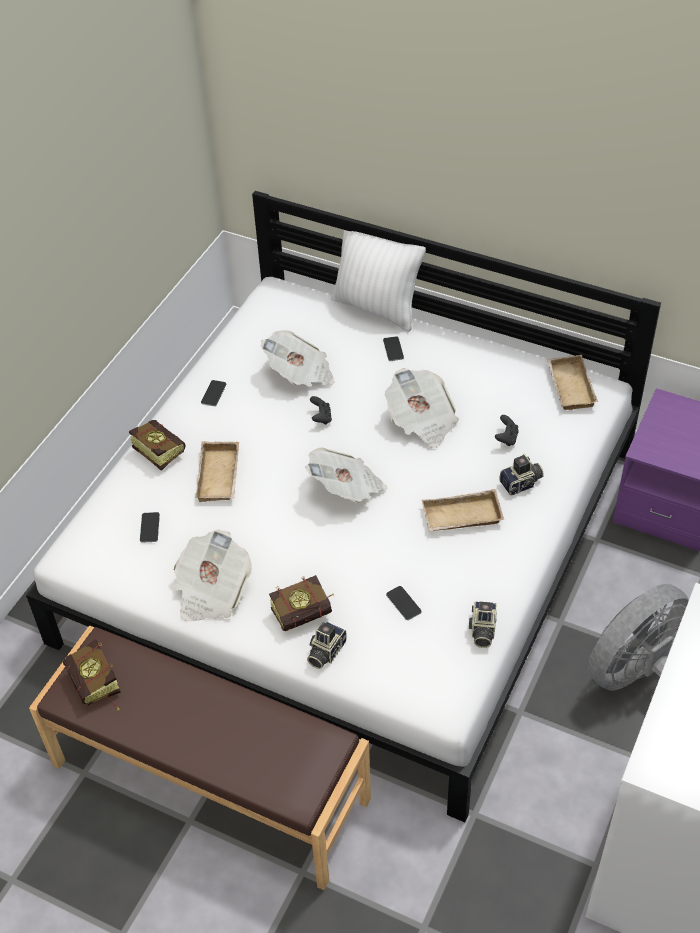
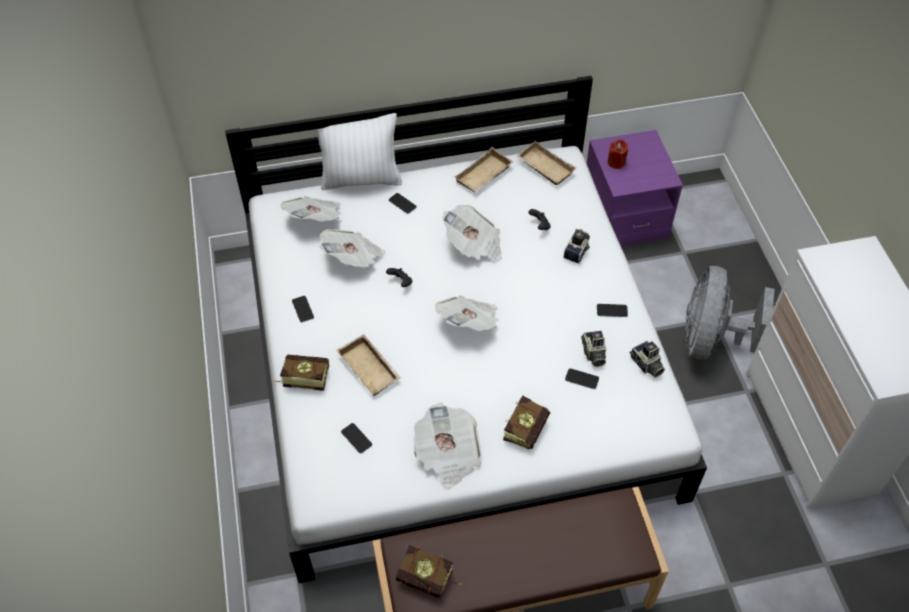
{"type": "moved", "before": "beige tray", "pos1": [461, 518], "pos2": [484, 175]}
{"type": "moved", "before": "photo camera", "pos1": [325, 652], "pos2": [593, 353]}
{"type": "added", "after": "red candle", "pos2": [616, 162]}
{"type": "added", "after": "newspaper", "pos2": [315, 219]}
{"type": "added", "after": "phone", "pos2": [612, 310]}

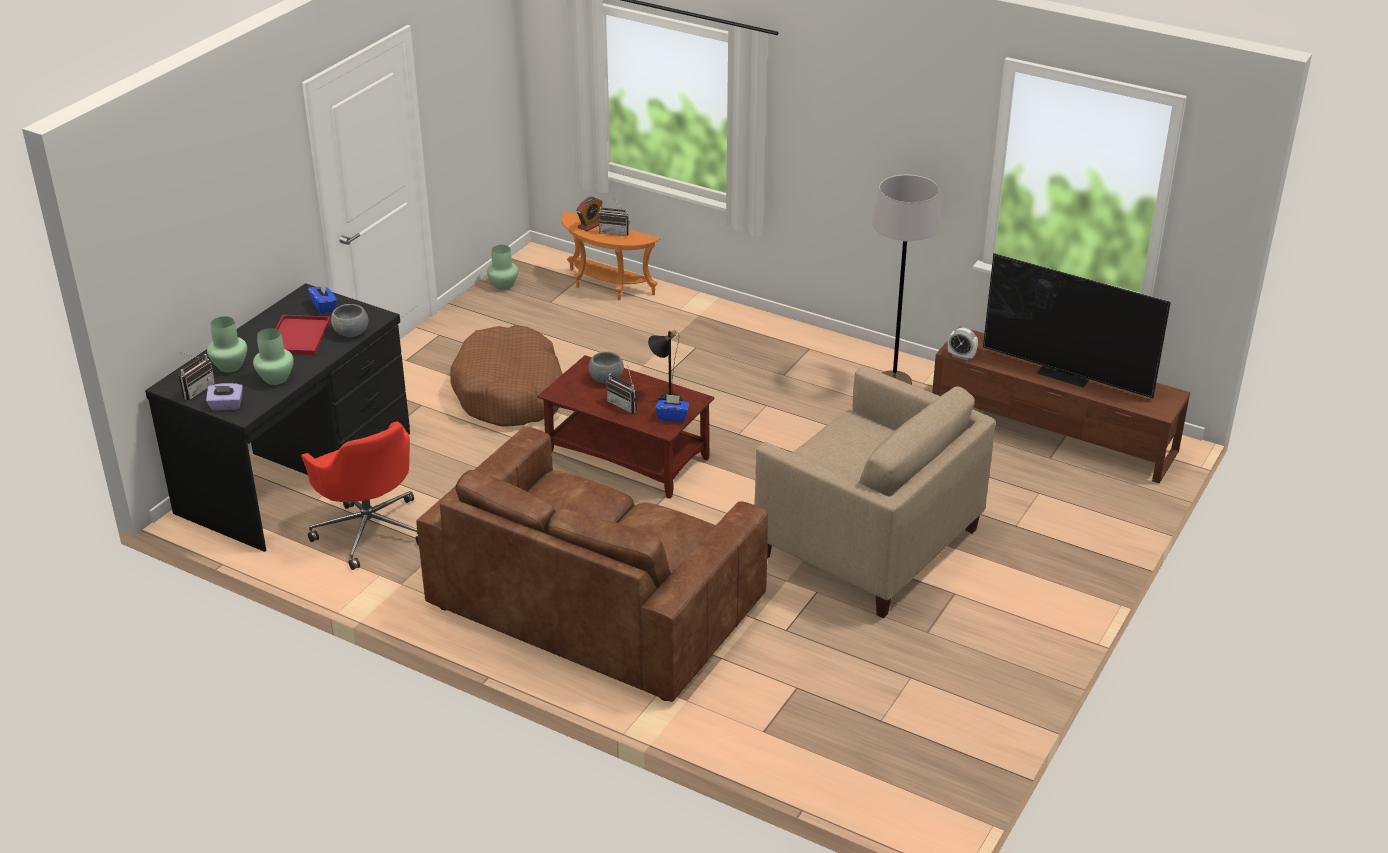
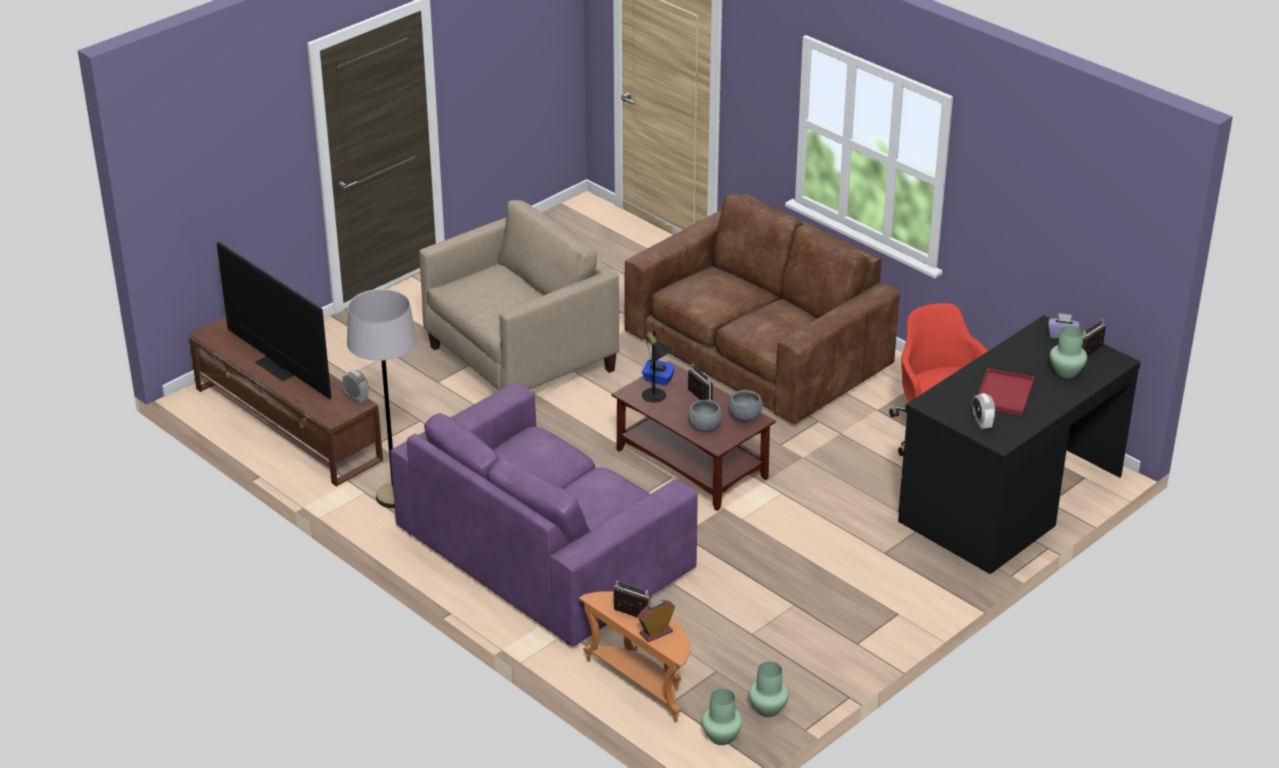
{"type": "replaced", "before": "blue tissue box", "after": "alarm clock", "pos1": [324, 306], "pos2": [982, 423]}
{"type": "moved", "before": "grey bowl", "pos1": [351, 332], "pos2": [744, 417]}
{"type": "removed", "before": "brown dog bed", "pos1": [510, 393]}
{"type": "moved", "before": "green vase", "pos1": [276, 378], "pos2": [720, 737]}
{"type": "turned", "before": "beige armchair", "pos1": [867, 543], "pos2": [521, 359], "turn": 90}
{"type": "added", "after": "purple sofa", "pos2": [542, 550]}

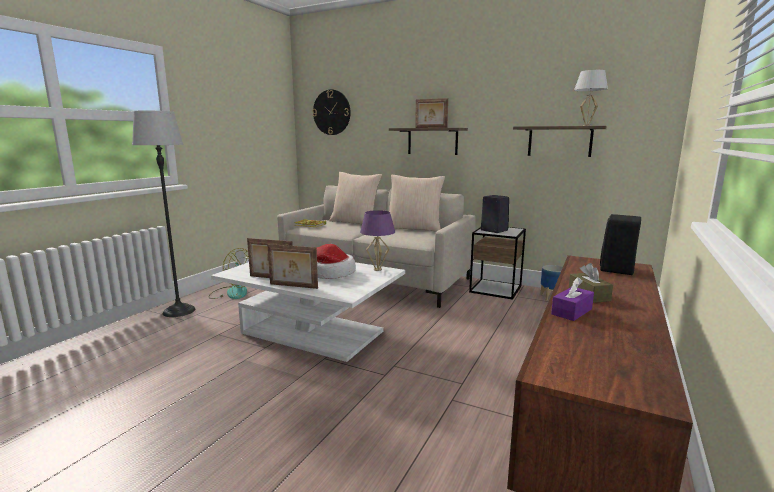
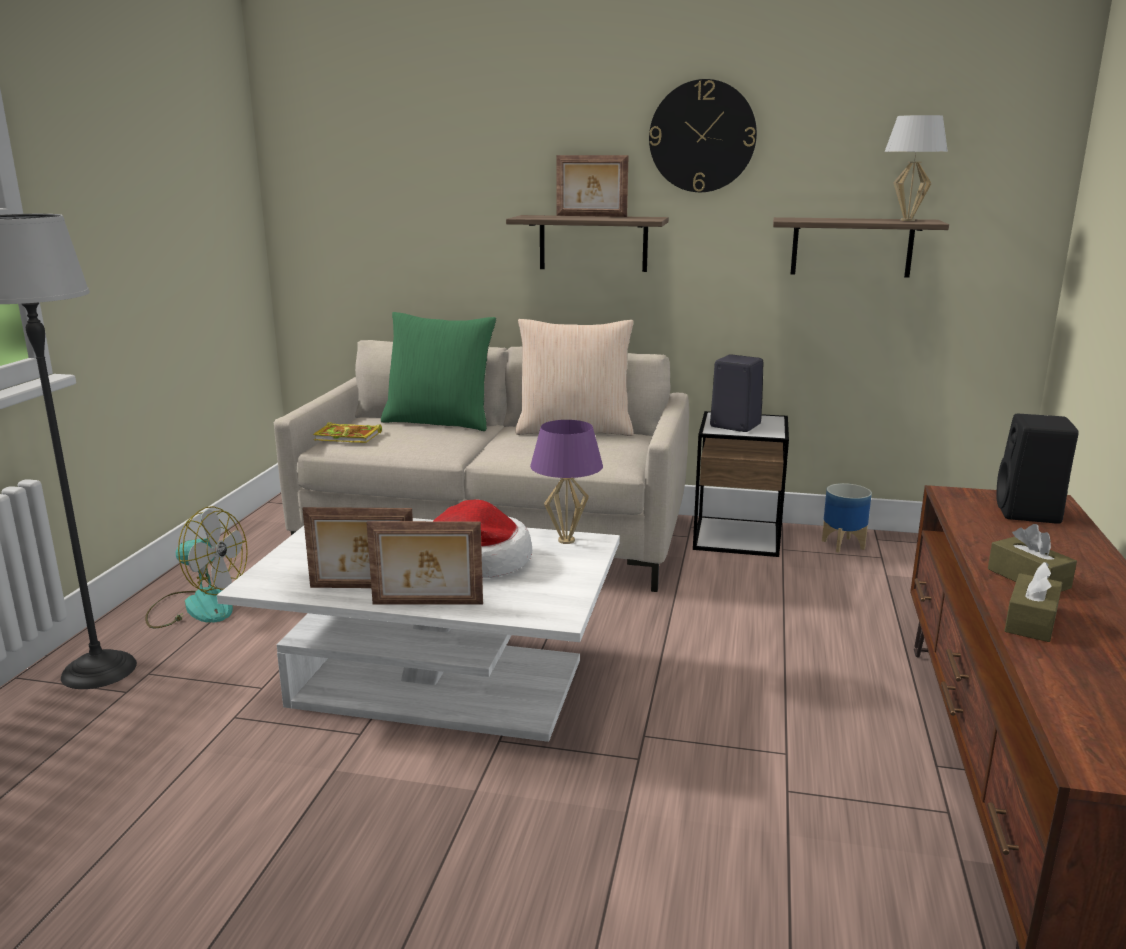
{"type": "moved", "before": "wall clock", "pos1": [332, 112], "pos2": [702, 136]}
{"type": "recoloured", "before": "beige pillow", "after": "green pillow", "pos1": [355, 222], "pos2": [440, 421]}
{"type": "recoloured", "before": "purple tissue box", "after": "brown tissue box", "pos1": [571, 311], "pos2": [1031, 621]}

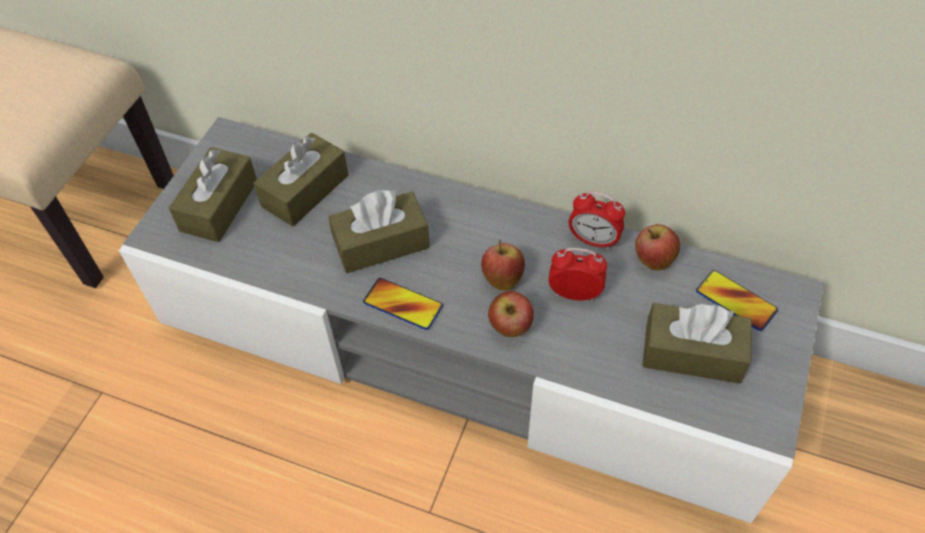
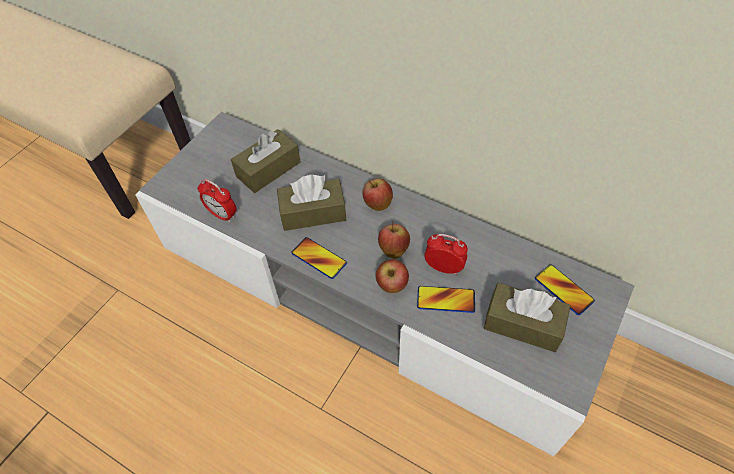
{"type": "removed", "before": "brown tissue box", "pos1": [219, 206]}
{"type": "moved", "before": "alarm clock", "pos1": [593, 240], "pos2": [222, 215]}
{"type": "moved", "before": "apple", "pos1": [653, 260], "pos2": [377, 204]}
{"type": "added", "after": "phone", "pos2": [446, 300]}

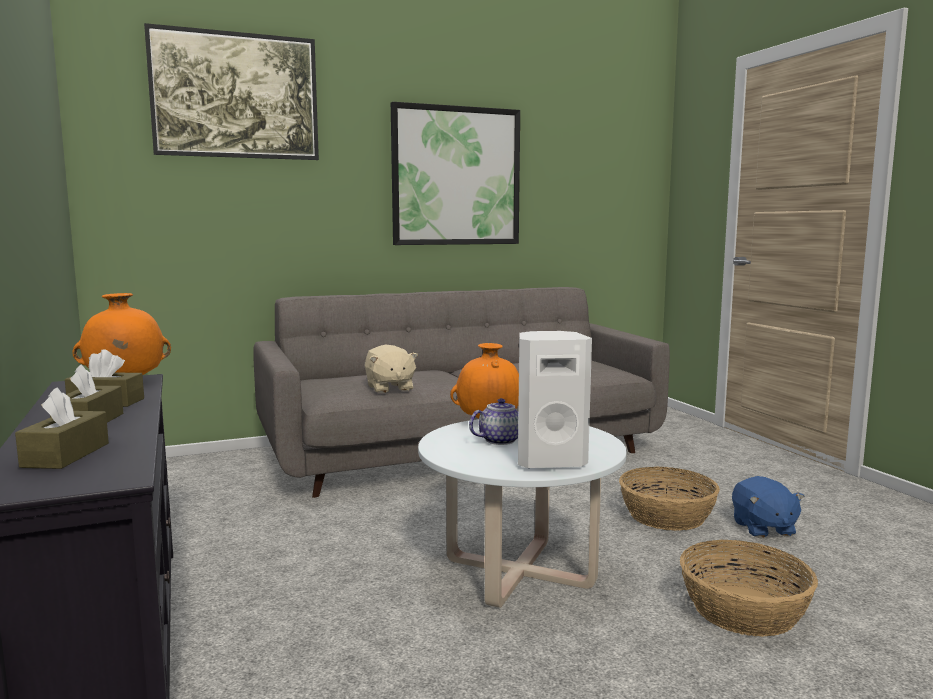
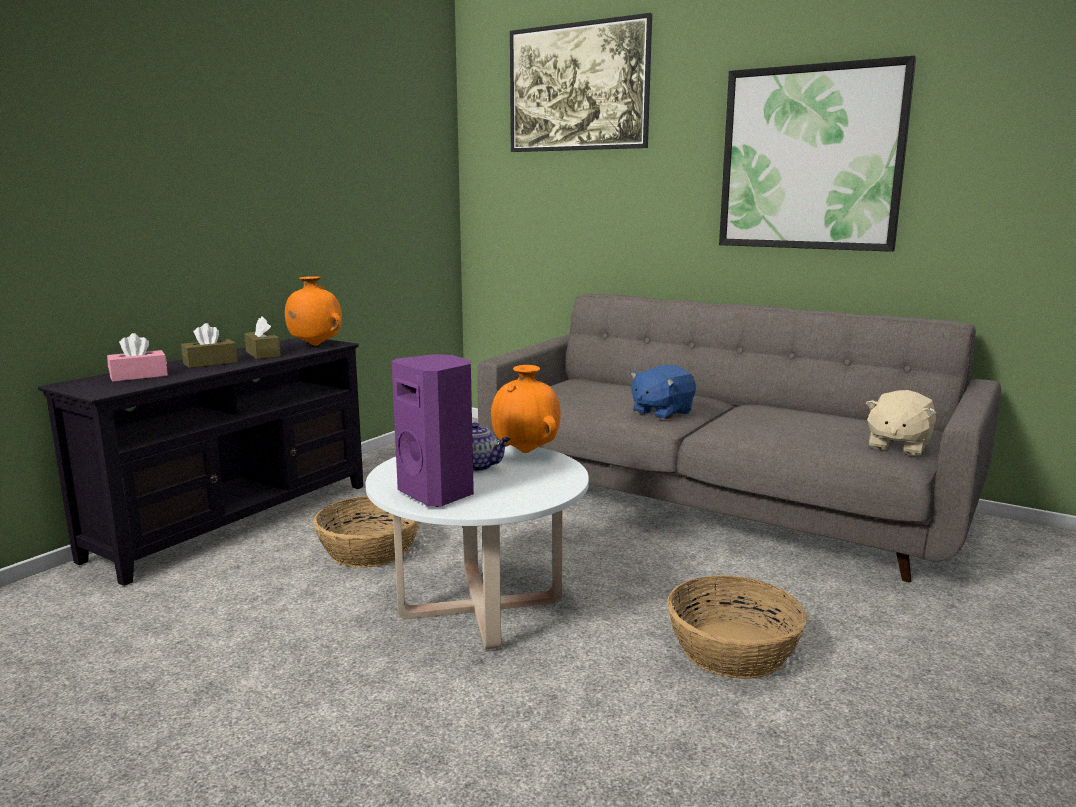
{"type": "recoloured", "before": "white speaker", "after": "purple speaker", "pos1": [549, 460], "pos2": [439, 493]}
{"type": "moved", "before": "beige plush toy", "pos1": [389, 388], "pos2": [897, 446]}
{"type": "recoloured", "before": "brown tissue box", "after": "pink tissue box", "pos1": [66, 455], "pos2": [139, 376]}
{"type": "moved", "before": "blue plush toy", "pos1": [763, 528], "pos2": [661, 412]}
{"type": "moved", "before": "basket", "pos1": [744, 610], "pos2": [369, 550]}

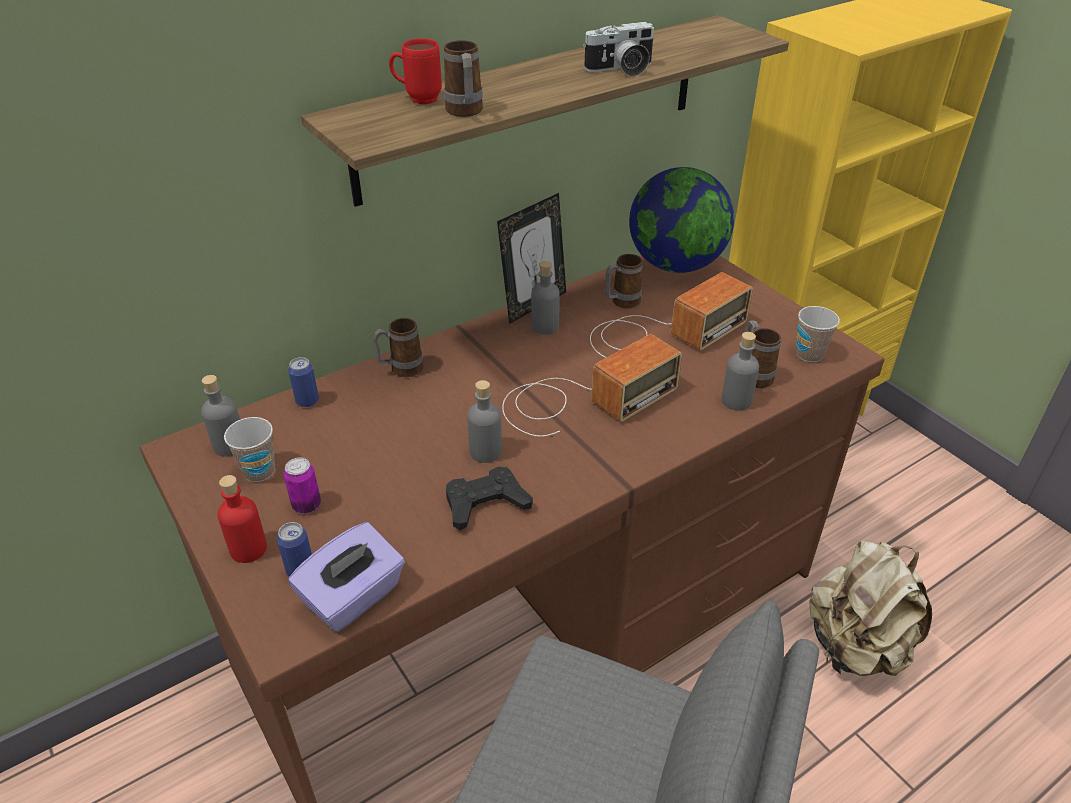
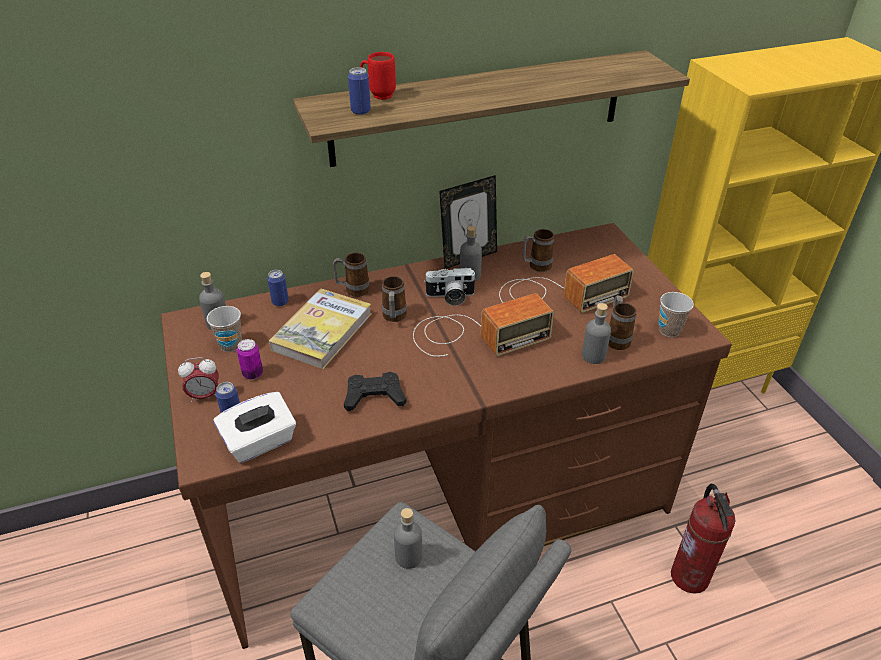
{"type": "moved", "before": "photo camera", "pos1": [621, 70], "pos2": [450, 297]}
{"type": "moved", "before": "mug", "pos1": [465, 113], "pos2": [394, 318]}
{"type": "removed", "before": "globe", "pos1": [675, 265]}
{"type": "moved", "before": "grey bottle", "pos1": [485, 451], "pos2": [408, 557]}
{"type": "replaced", "before": "red bottle", "after": "alarm clock", "pos1": [248, 549], "pos2": [204, 396]}
{"type": "recoloured", "before": "purple tissue box", "after": "white tissue box", "pos1": [354, 597], "pos2": [260, 442]}
{"type": "replaced", "before": "beige backpack", "after": "fire extinguisher", "pos1": [855, 647], "pos2": [690, 577]}
{"type": "added", "after": "can", "pos2": [360, 111]}
{"type": "added", "after": "book", "pos2": [322, 331]}

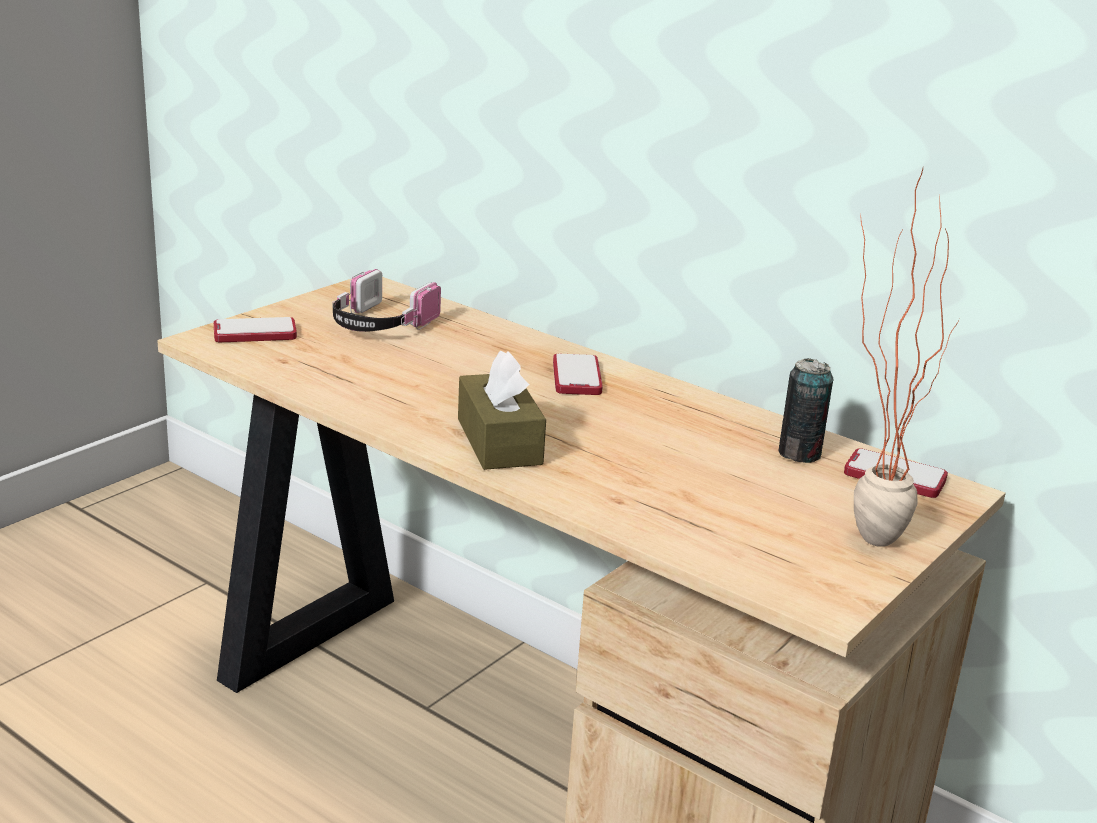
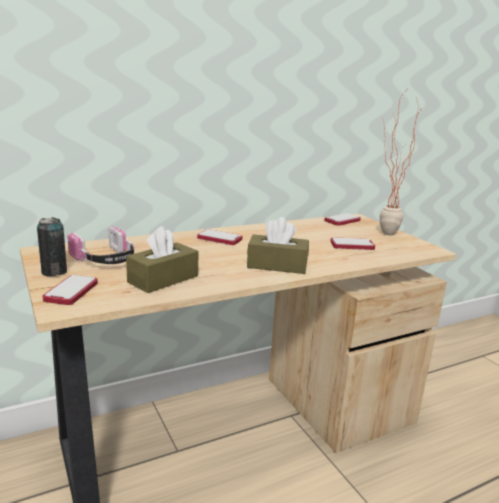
{"type": "moved", "before": "can", "pos1": [799, 454], "pos2": [54, 272]}
{"type": "added", "after": "brown tissue box", "pos2": [163, 279]}
{"type": "added", "after": "phone", "pos2": [352, 245]}

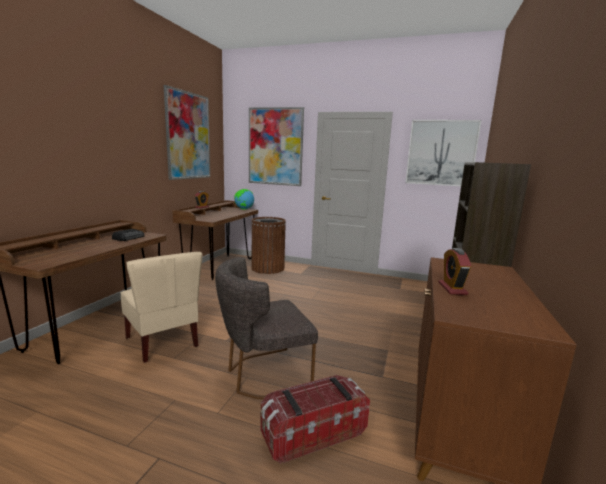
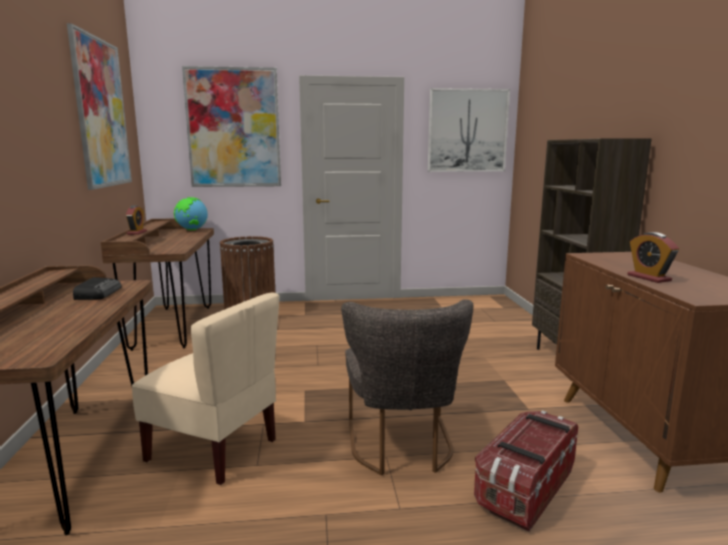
{"type": "turned", "before": "grey chair", "pos1": [263, 375], "pos2": [401, 447], "turn": -45}

